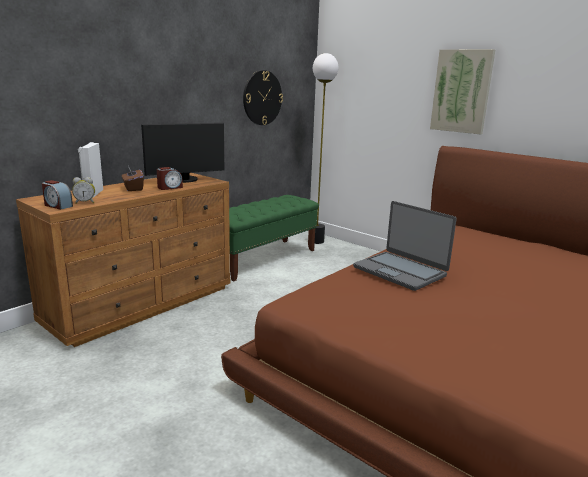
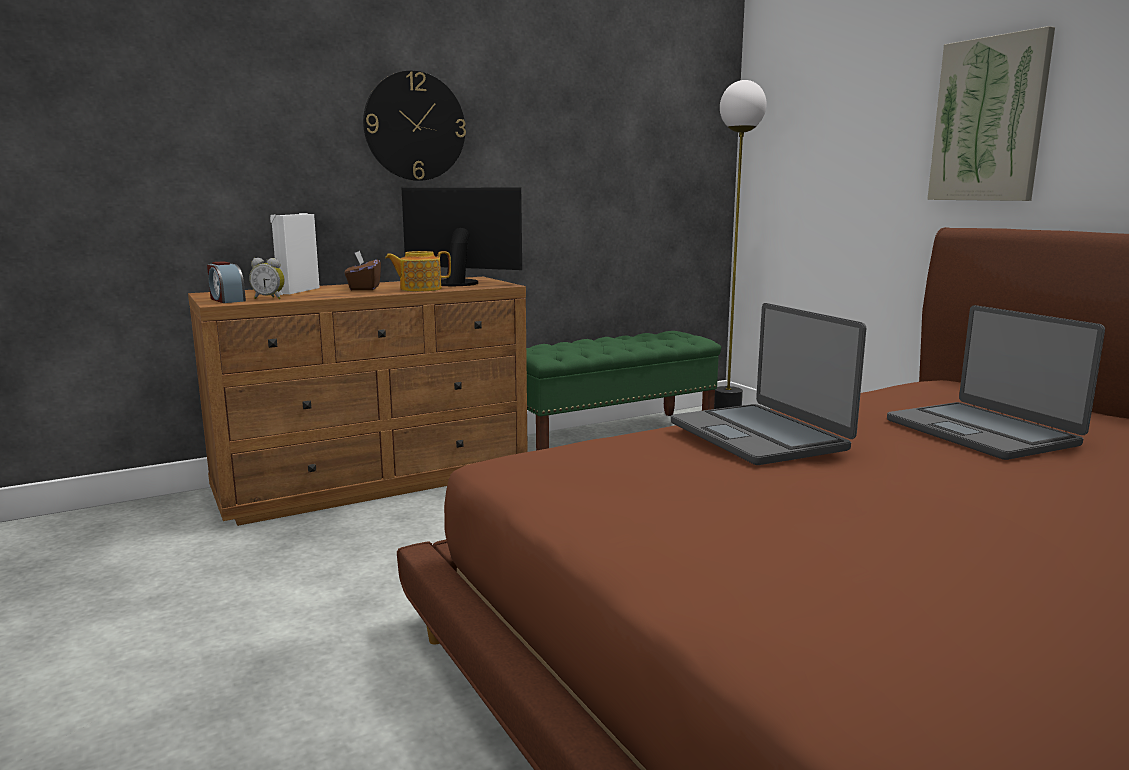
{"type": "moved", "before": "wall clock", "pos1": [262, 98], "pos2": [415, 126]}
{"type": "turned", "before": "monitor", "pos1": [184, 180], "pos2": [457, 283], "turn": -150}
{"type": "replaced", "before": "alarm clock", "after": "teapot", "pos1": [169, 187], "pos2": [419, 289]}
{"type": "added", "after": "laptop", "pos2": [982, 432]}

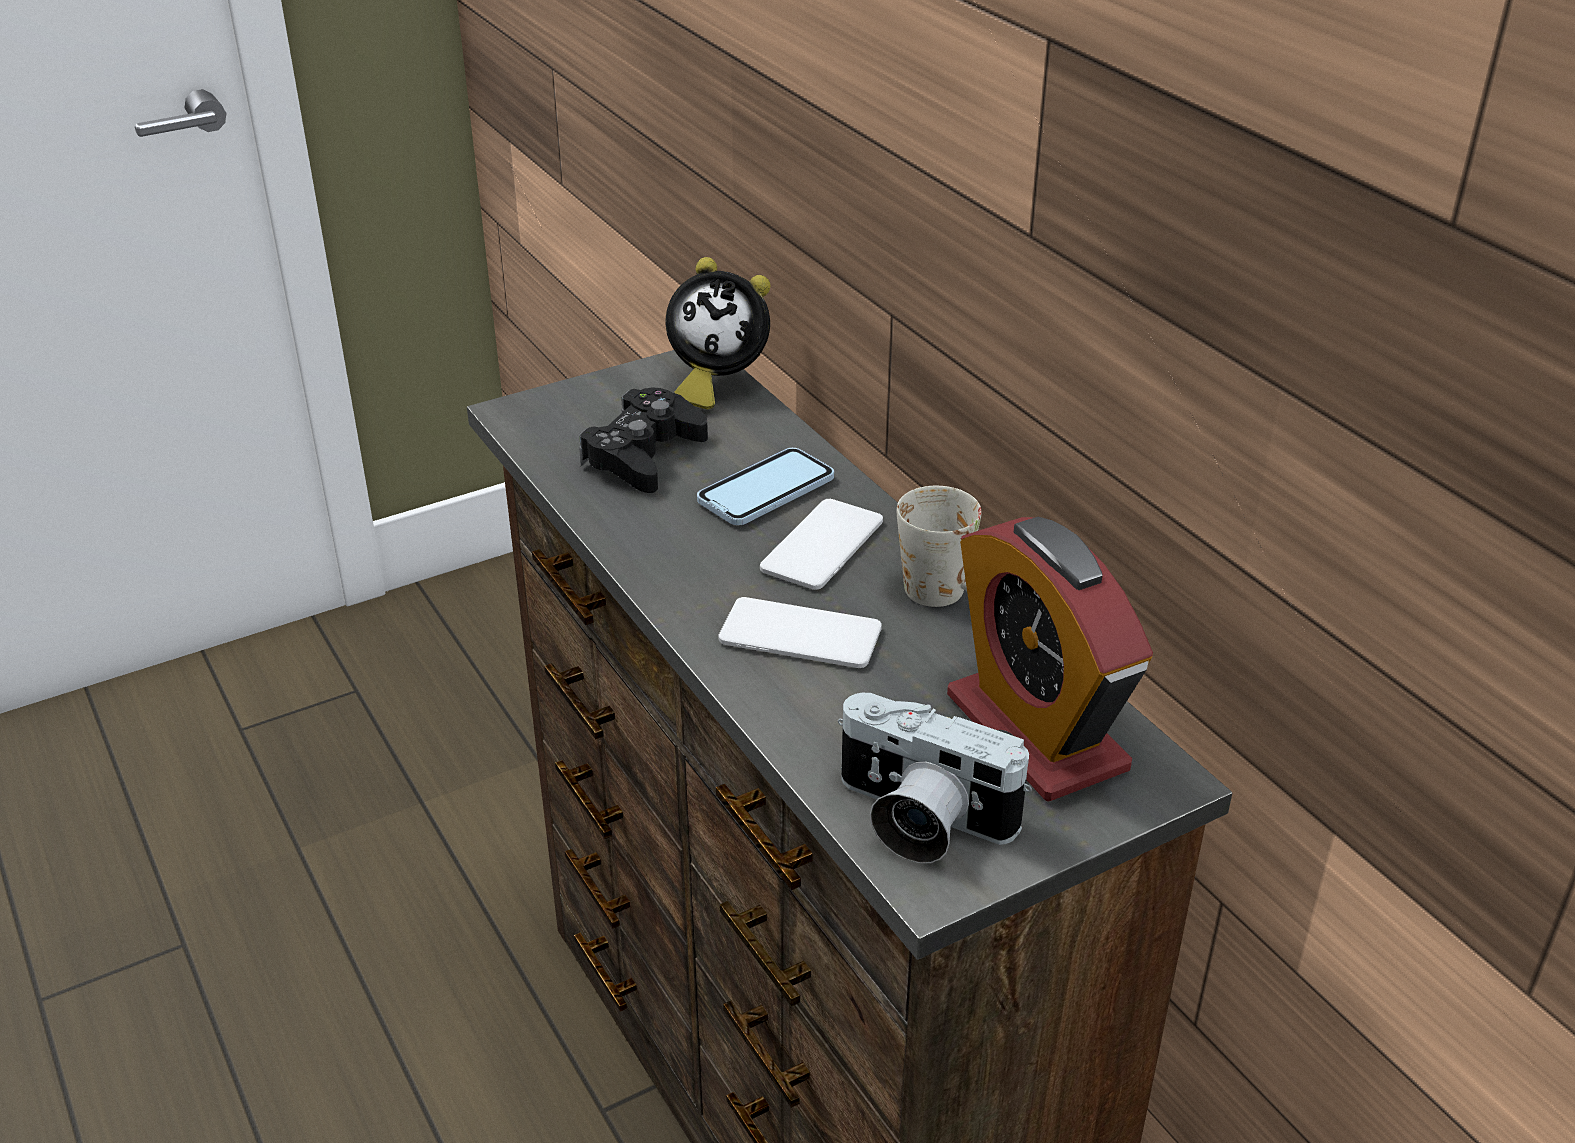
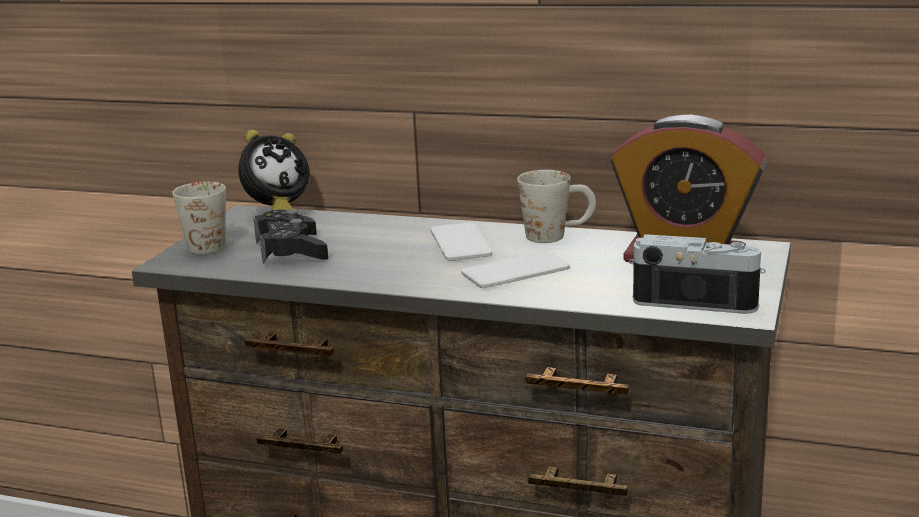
{"type": "removed", "before": "phone", "pos1": [766, 490]}
{"type": "turned", "before": "photo camera", "pos1": [917, 820], "pos2": [696, 299], "turn": -150}
{"type": "added", "after": "white mug", "pos2": [210, 243]}

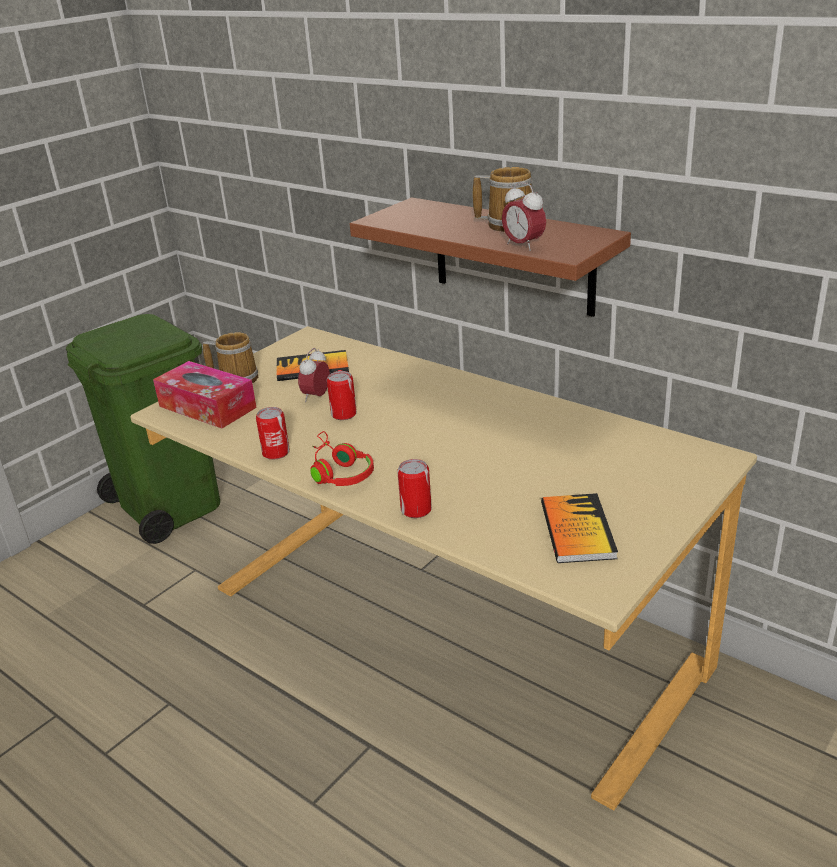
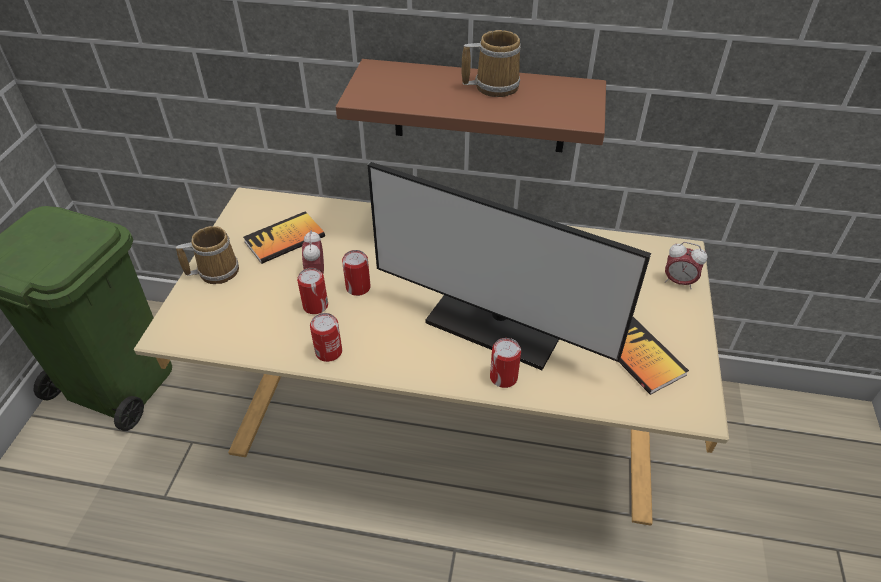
{"type": "moved", "before": "alarm clock", "pos1": [523, 245], "pos2": [678, 282]}
{"type": "removed", "before": "tissue box", "pos1": [207, 407]}
{"type": "removed", "before": "red headphones", "pos1": [338, 472]}
{"type": "added", "after": "monitor", "pos2": [494, 326]}
{"type": "added", "after": "can", "pos2": [315, 306]}

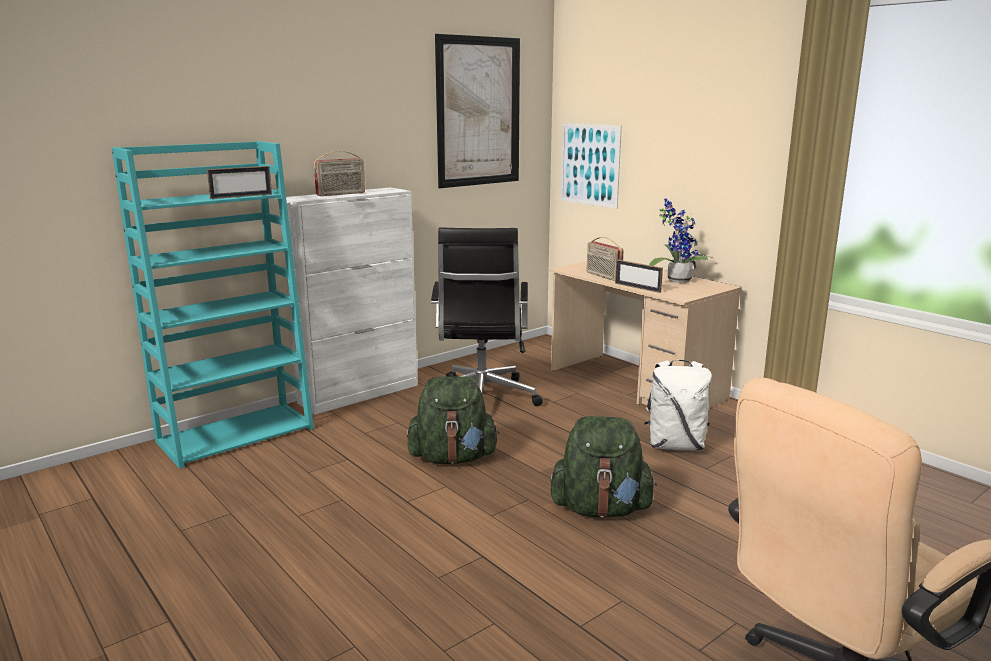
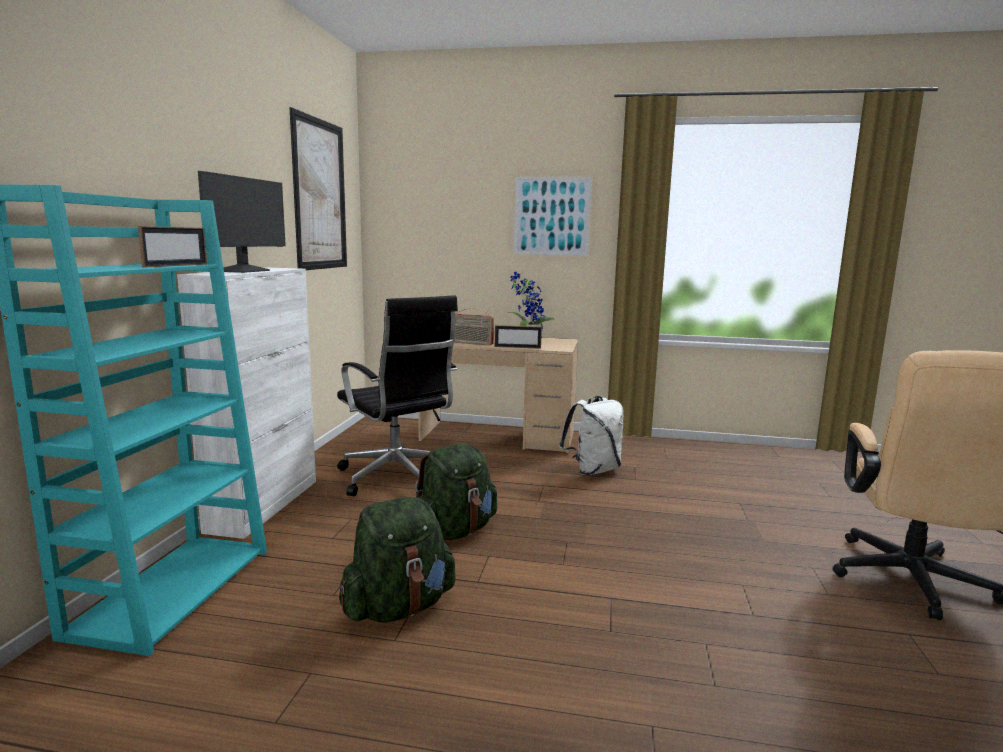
{"type": "moved", "before": "picture", "pos1": [589, 164], "pos2": [551, 216]}
{"type": "replaced", "before": "radio", "after": "monitor", "pos1": [341, 194], "pos2": [243, 271]}
{"type": "moved", "before": "green backpack", "pos1": [601, 509], "pos2": [399, 607]}

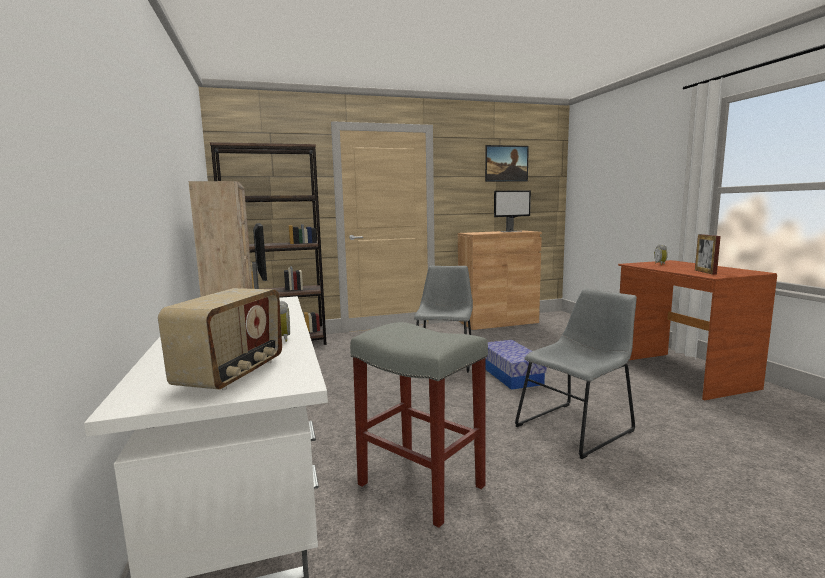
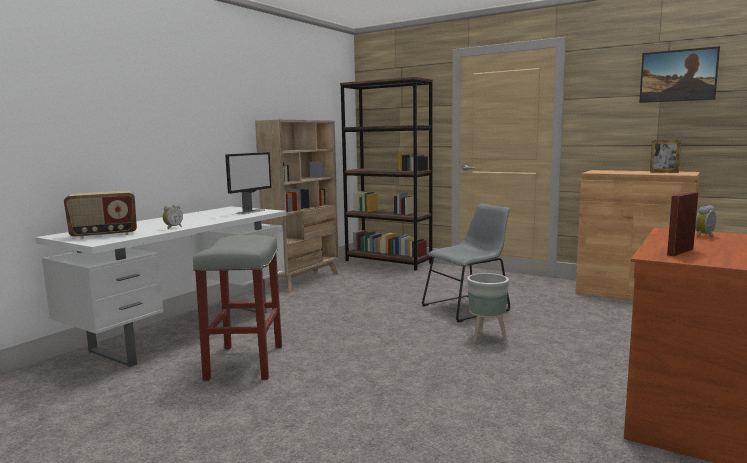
{"type": "replaced", "before": "monitor", "after": "picture frame", "pos1": [511, 231], "pos2": [664, 172]}
{"type": "removed", "before": "grey chair", "pos1": [577, 427]}
{"type": "replaced", "before": "storage box", "after": "grey planter", "pos1": [511, 375], "pos2": [487, 337]}

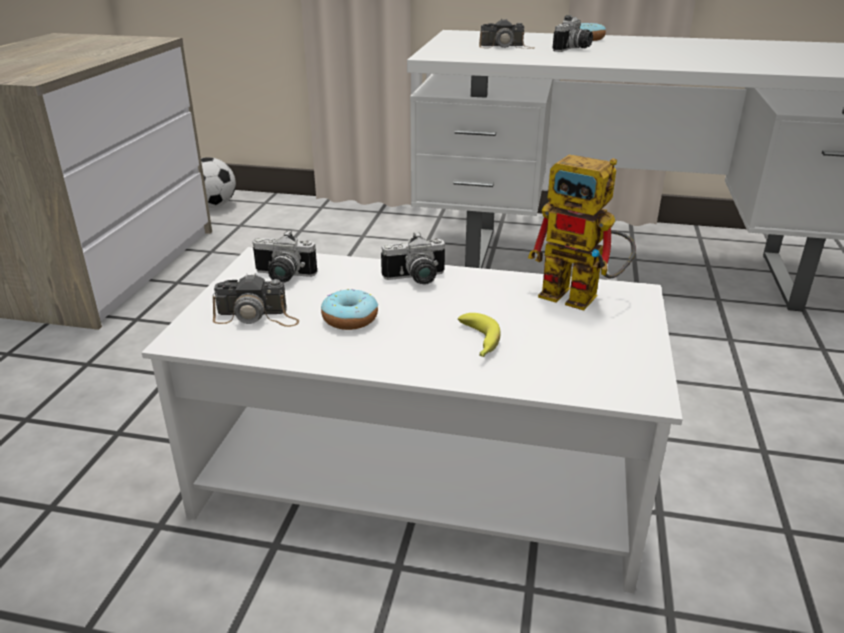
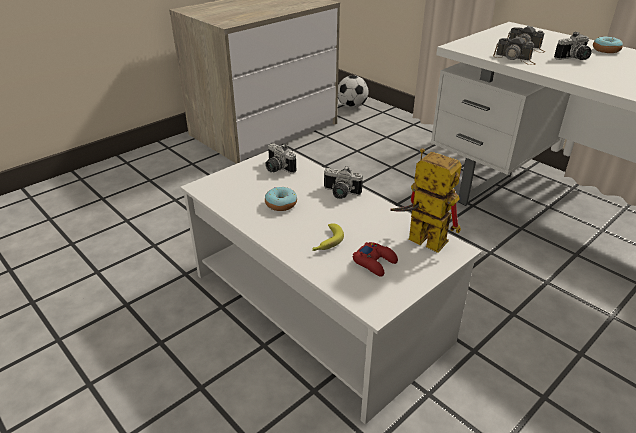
{"type": "turned", "before": "toy robot", "pos1": [582, 297], "pos2": [418, 239], "turn": 150}
{"type": "moved", "before": "photo camera", "pos1": [257, 317], "pos2": [514, 59]}
{"type": "added", "after": "red game controller", "pos2": [375, 262]}

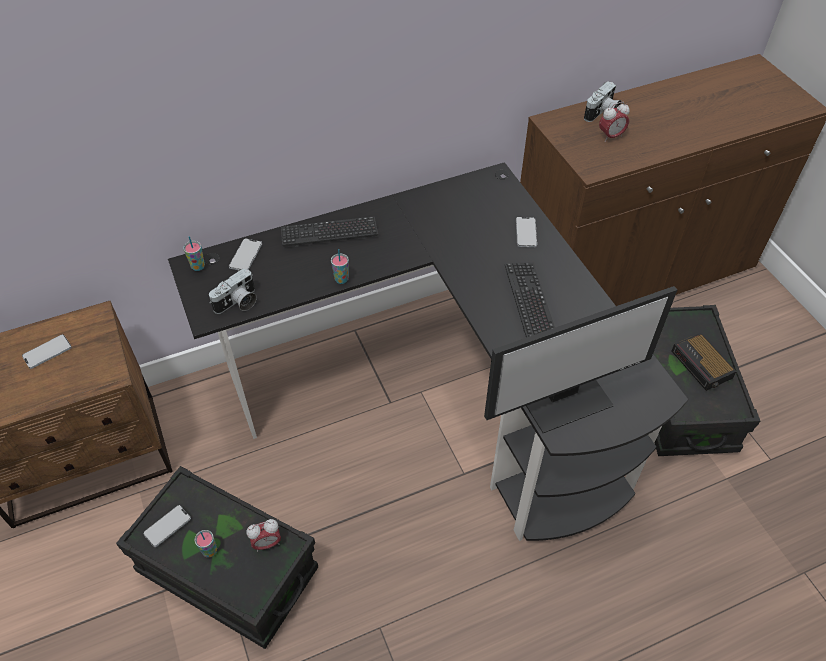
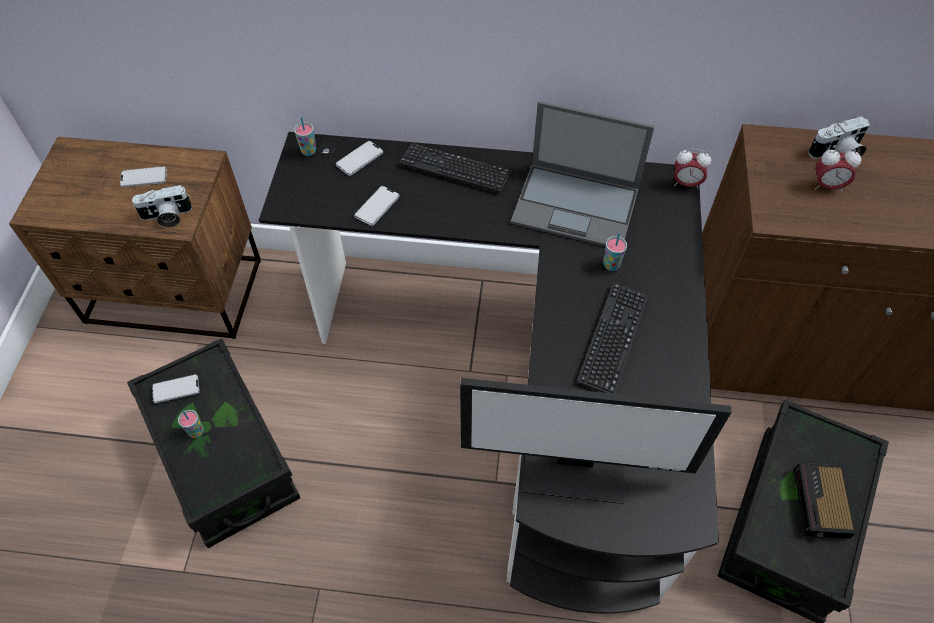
{"type": "moved", "before": "phone", "pos1": [526, 233], "pos2": [377, 206]}
{"type": "moved", "before": "cup", "pos1": [341, 279], "pos2": [611, 265]}
{"type": "moved", "before": "photo camera", "pos1": [238, 303], "pos2": [167, 217]}
{"type": "moved", "before": "alarm clock", "pos1": [267, 543], "pos2": [686, 184]}
{"type": "added", "after": "laptop", "pos2": [577, 206]}

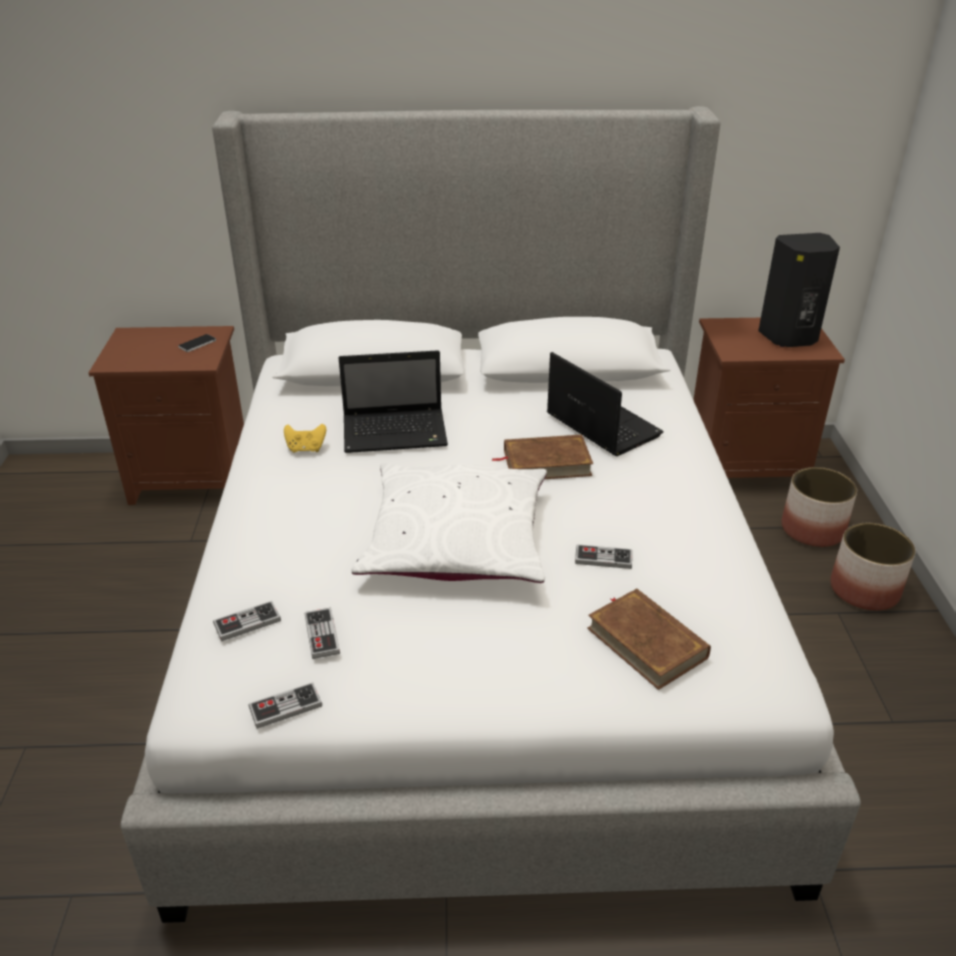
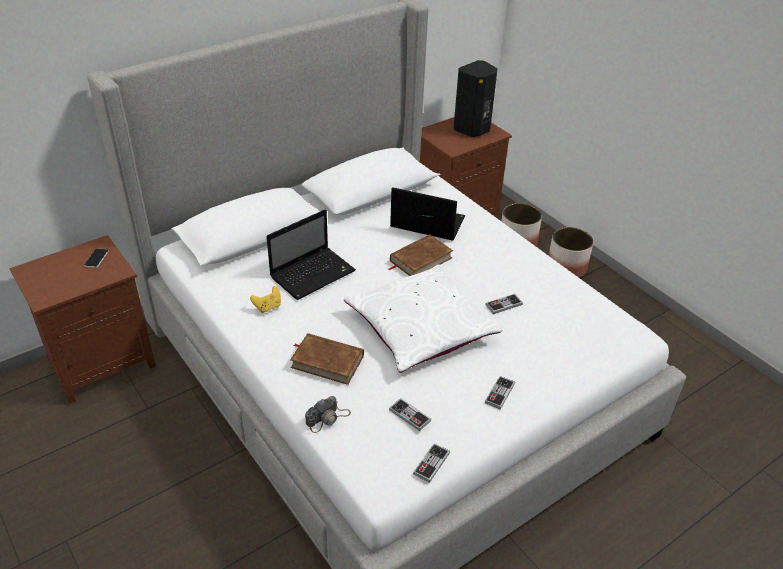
{"type": "moved", "before": "brown book", "pos1": [646, 642], "pos2": [327, 361]}
{"type": "moved", "before": "game controller", "pos1": [247, 622], "pos2": [499, 393]}
{"type": "added", "after": "photo camera", "pos2": [328, 418]}

